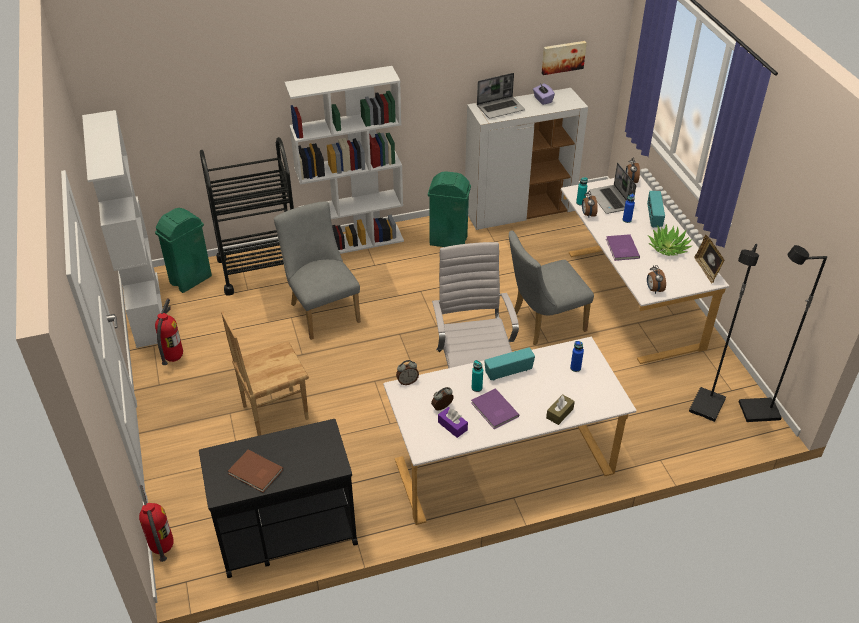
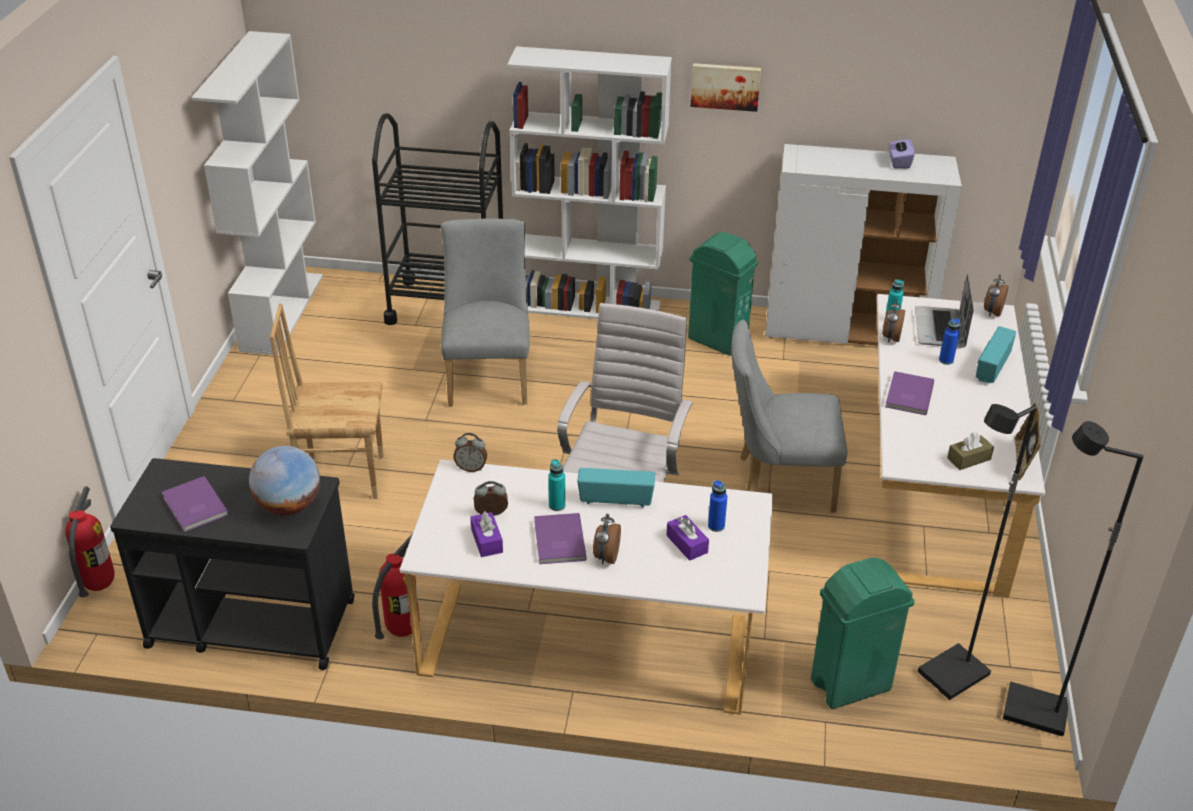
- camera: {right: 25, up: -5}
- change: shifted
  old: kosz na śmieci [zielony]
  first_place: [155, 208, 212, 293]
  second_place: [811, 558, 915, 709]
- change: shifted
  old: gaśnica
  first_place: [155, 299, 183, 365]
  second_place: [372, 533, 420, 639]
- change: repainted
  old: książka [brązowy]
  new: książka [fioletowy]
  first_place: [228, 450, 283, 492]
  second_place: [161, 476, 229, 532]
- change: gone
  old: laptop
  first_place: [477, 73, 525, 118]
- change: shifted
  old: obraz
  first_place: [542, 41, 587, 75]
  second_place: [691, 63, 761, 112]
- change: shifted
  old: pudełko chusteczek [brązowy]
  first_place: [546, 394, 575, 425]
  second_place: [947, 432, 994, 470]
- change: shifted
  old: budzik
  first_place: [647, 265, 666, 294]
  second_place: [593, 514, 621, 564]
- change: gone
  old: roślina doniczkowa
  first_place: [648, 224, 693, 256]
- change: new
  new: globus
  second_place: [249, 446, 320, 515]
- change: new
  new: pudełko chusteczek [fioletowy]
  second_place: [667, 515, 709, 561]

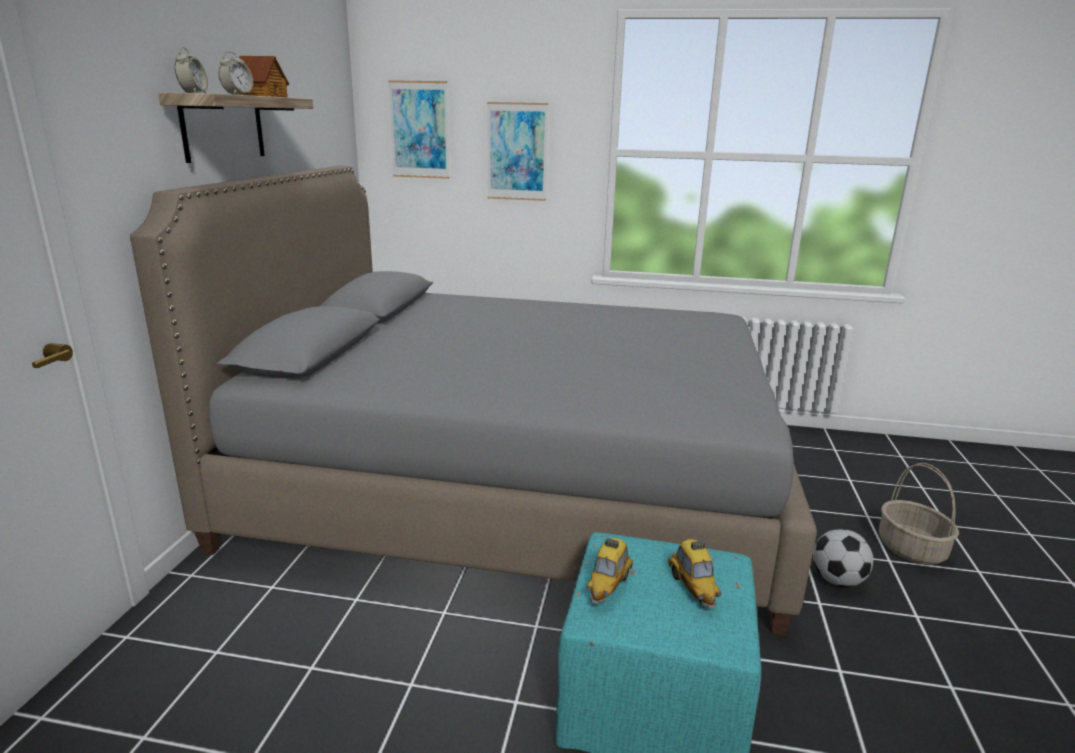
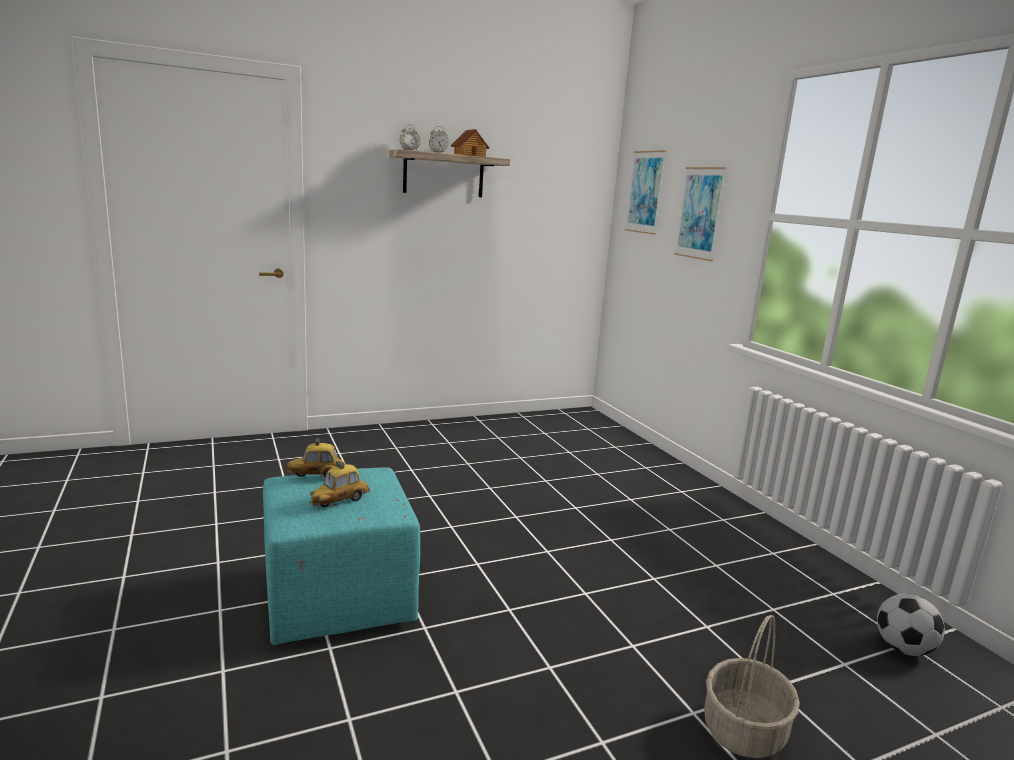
- camera: {right: 55, up: -5}
- change: gone
  old: łóżko [szary]
  first_place: [130, 166, 817, 636]
- change: shifted
  old: piłka futbolowa
  first_place: [813, 529, 873, 587]
  second_place: [877, 593, 945, 656]

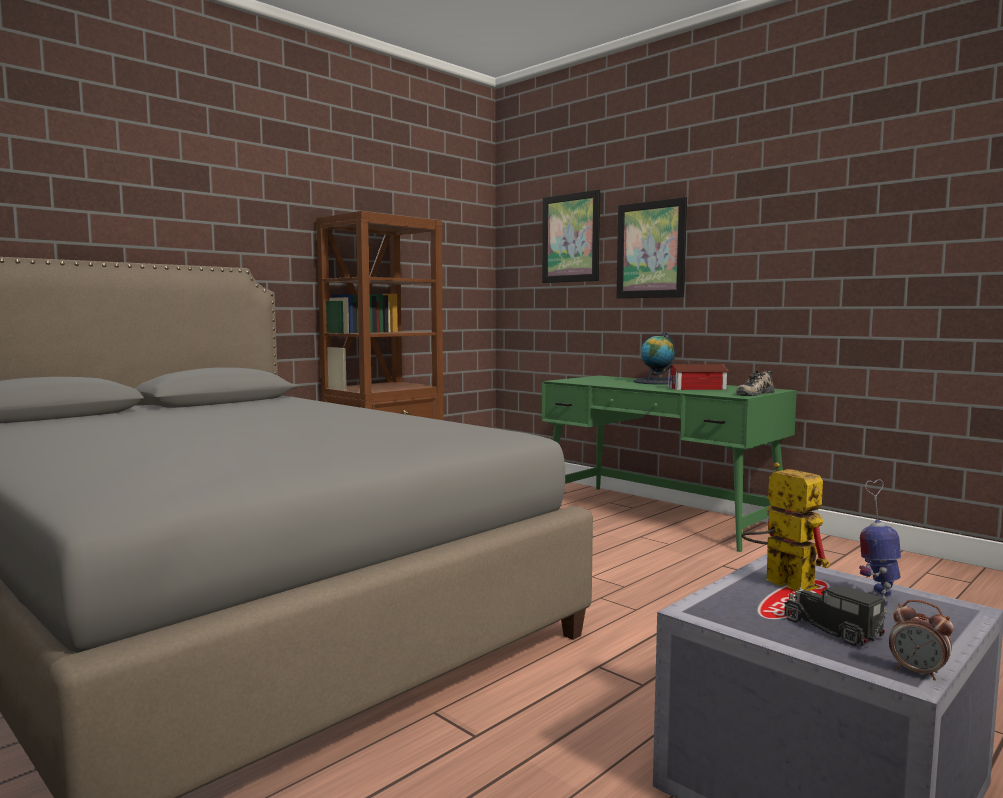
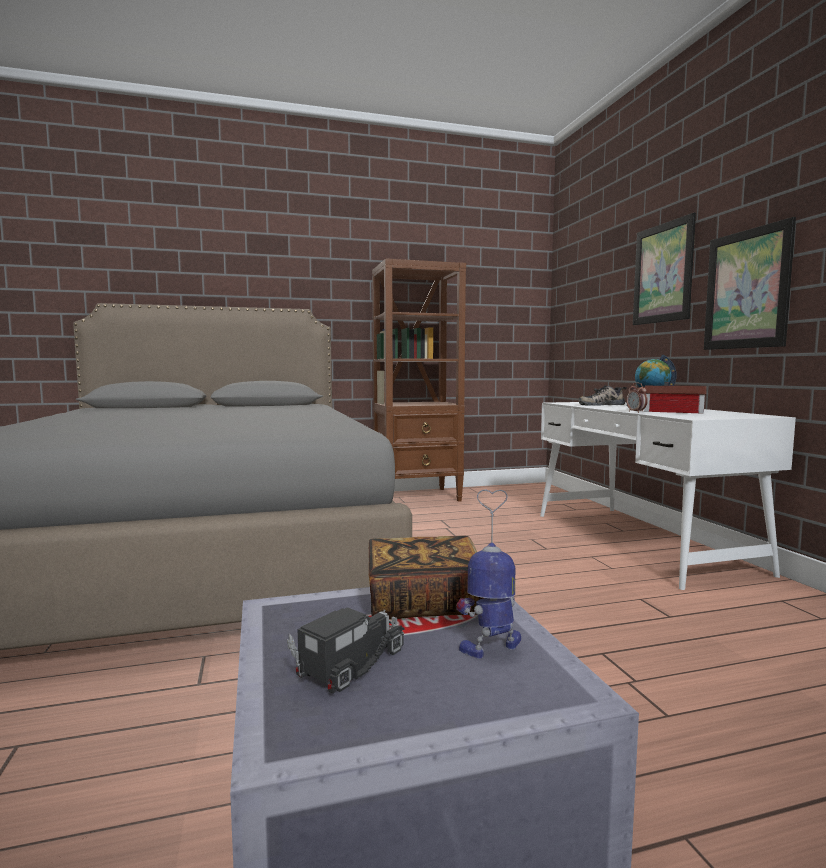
- camera: {right: 30, up: 0}
- change: shifted
  old: obraz
  first_place: [542, 190, 600, 283]
  second_place: [704, 217, 796, 350]
- change: repainted
  old: biurko [zielony]
  new: biurko [biały]
  first_place: [542, 376, 797, 552]
  second_place: [540, 402, 796, 590]
- change: shifted
  old: but
  first_place: [736, 370, 774, 396]
  second_place: [579, 385, 627, 406]
- change: swapped
  old: robot zabawkowy
  new: książka
  first_place: [741, 463, 830, 591]
  second_place: [369, 536, 484, 620]
- change: rotated
  old: ciężarówka zabawkowa
  first_place: [784, 585, 887, 646]
  second_place: [287, 607, 404, 694]
  degrees: 45
- change: shifted
  old: budzik
  first_place: [889, 600, 954, 680]
  second_place: [626, 383, 648, 413]

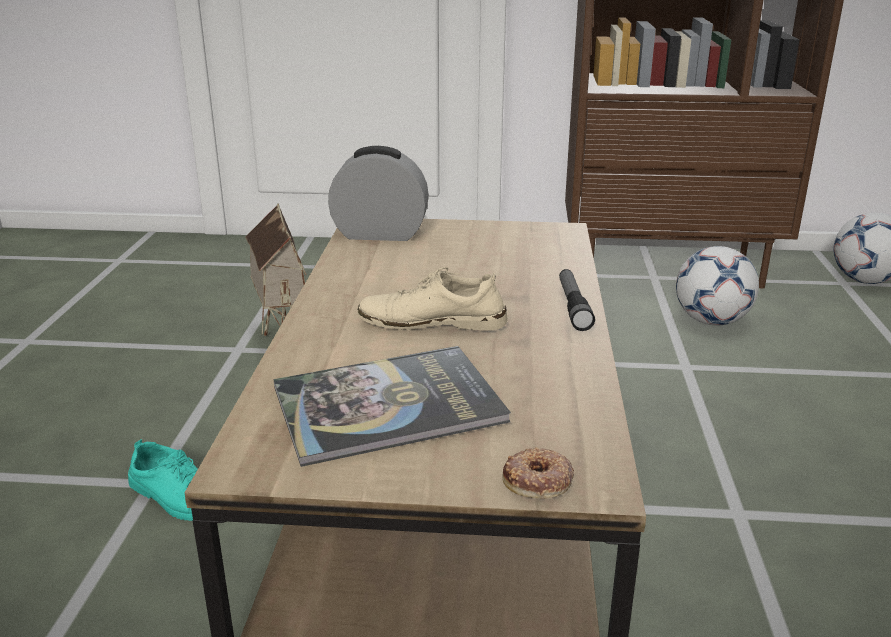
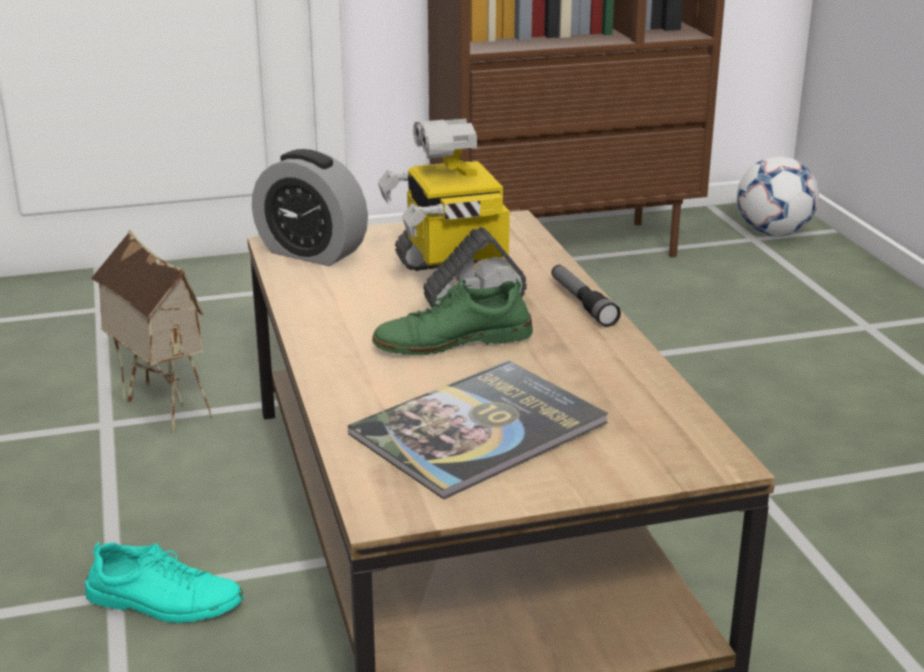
- camera: {right: -20, up: 0}
- change: rotated
  old: budzik
  first_place: [328, 146, 429, 241]
  second_place: [252, 149, 368, 266]
  degrees: -135
- change: repainted
  old: but [beżowy]
  new: but [zielony]
  first_place: [357, 267, 508, 331]
  second_place: [372, 279, 533, 355]
- change: gone
  old: donut
  first_place: [502, 447, 574, 498]
- change: gone
  old: piłka futbolowa
  first_place: [676, 246, 759, 326]
- change: new
  new: robot zabawkowy
  second_place: [378, 119, 527, 308]

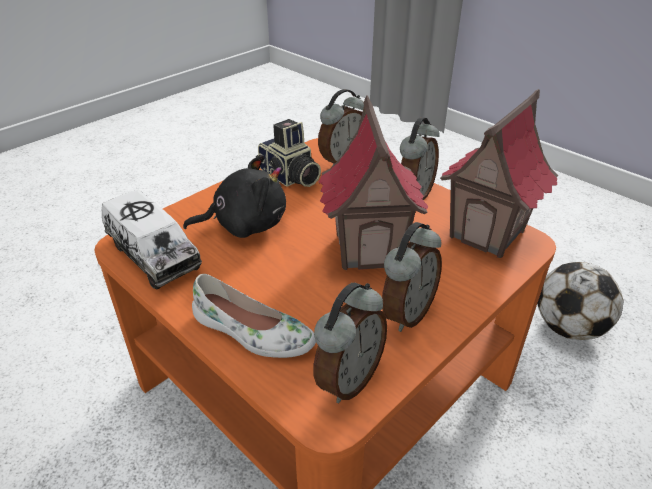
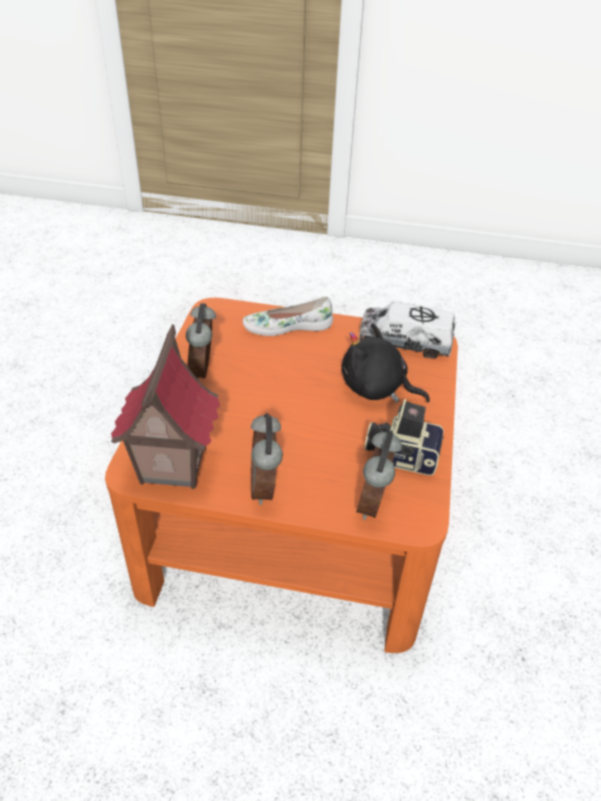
- camera: {right: 145, up: 5}
- change: rotated
  old: pluszak [czarny]
  first_place: [183, 155, 286, 238]
  second_place: [341, 323, 430, 403]
  degrees: 75
- change: gone
  old: budzik
  first_place: [314, 282, 387, 403]
- change: gone
  old: domek
  first_place: [319, 95, 428, 270]
- change: gone
  old: piłka futbolowa
  first_place: [537, 262, 623, 340]

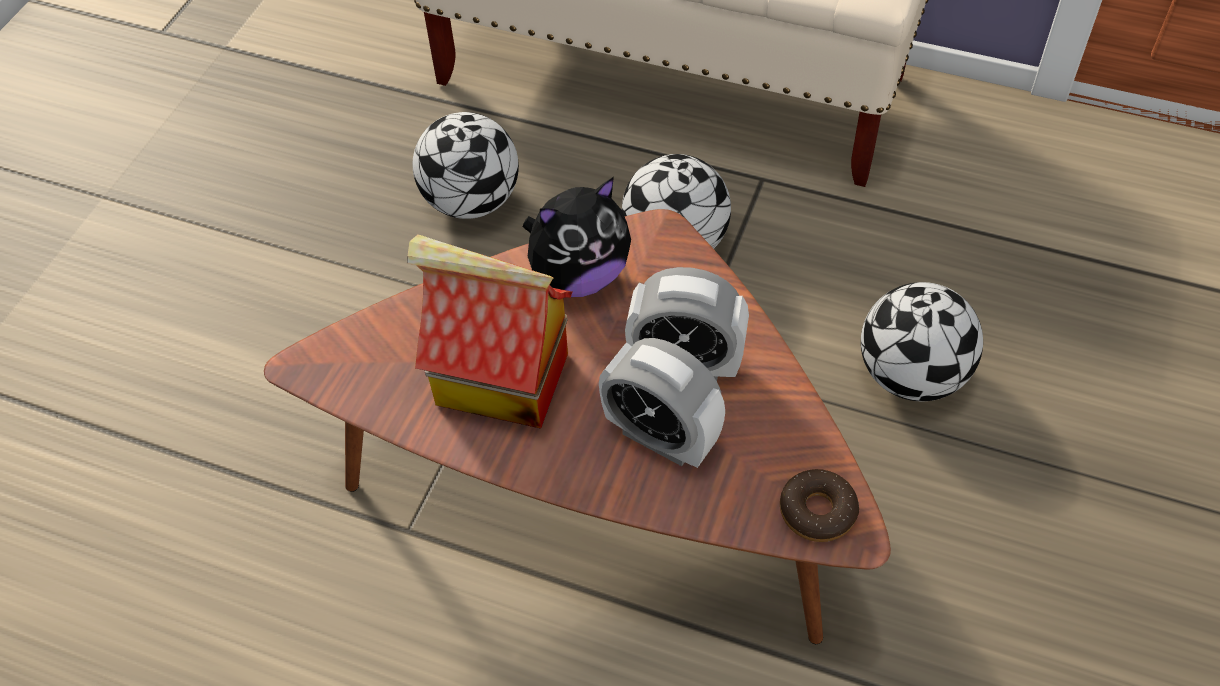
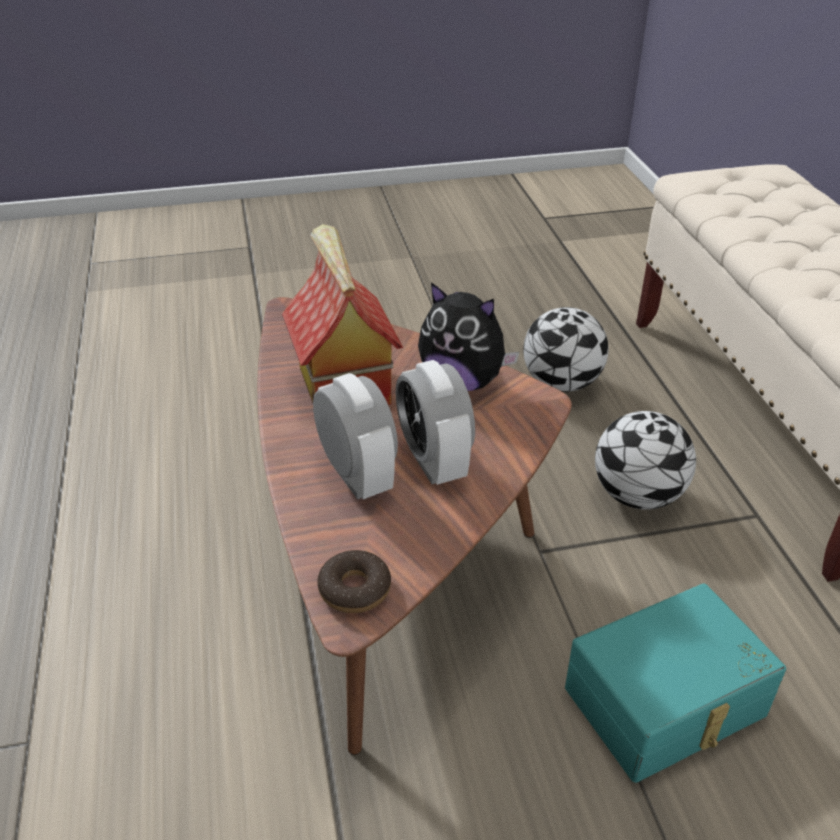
- camera: {right: 55, up: -15}
- change: rotated
  old: budzik
  first_place: [599, 338, 725, 468]
  second_place: [313, 373, 398, 499]
  degrees: 150
- change: swapped
  old: piłka futbolowa
  new: pojemnik do przechowywania [turkusowy]
  first_place: [861, 282, 983, 401]
  second_place: [565, 583, 786, 783]

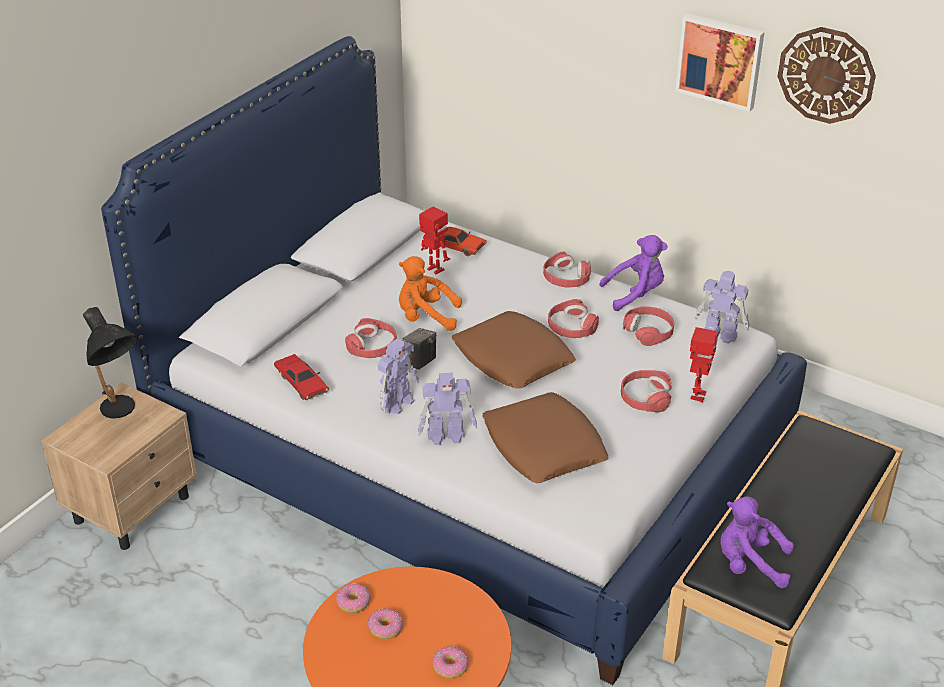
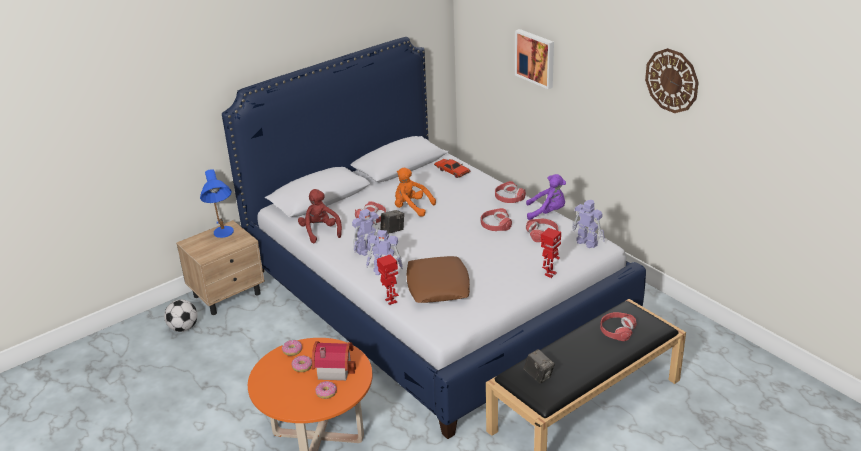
- camera: {right: 20, up: -5}
- change: repainted
  old: lampa stołowa [czarny]
  new: lampa stołowa [niebieski]
  first_place: [83, 307, 138, 419]
  second_place: [200, 169, 234, 238]
- change: swapped
  old: samochodzik [czerwony]
  new: pluszak [czerwony]
  first_place: [274, 354, 329, 400]
  second_place: [298, 189, 342, 243]
- change: shifted
  old: robot zabawkowy
  first_place: [419, 206, 450, 274]
  second_place: [377, 255, 399, 305]
- change: gone
  old: poduszka [brązowy]
  first_place: [452, 311, 576, 389]
- change: shifted
  old: słuchawki [czerwony]
  first_place: [621, 370, 672, 412]
  second_place: [600, 312, 637, 341]
- change: shifted
  old: obraz
  first_place: [675, 13, 764, 112]
  second_place: [515, 29, 554, 89]
- change: swapped
  old: pluszak [fioletowy]
  new: aparat fotograficzny
  first_place: [721, 497, 794, 588]
  second_place: [524, 349, 555, 384]
- change: new
  new: piłka futbolowa
  second_place: [164, 299, 198, 332]
- change: new
  new: domek
  second_place: [312, 341, 356, 381]

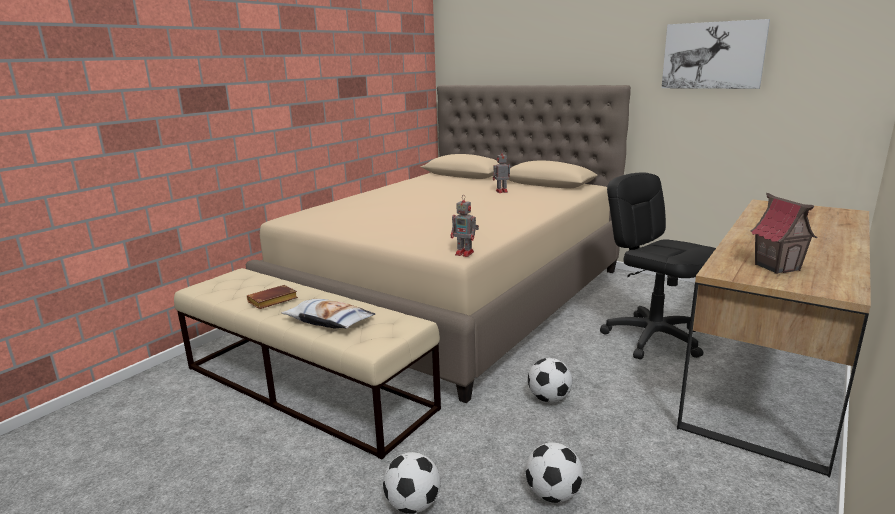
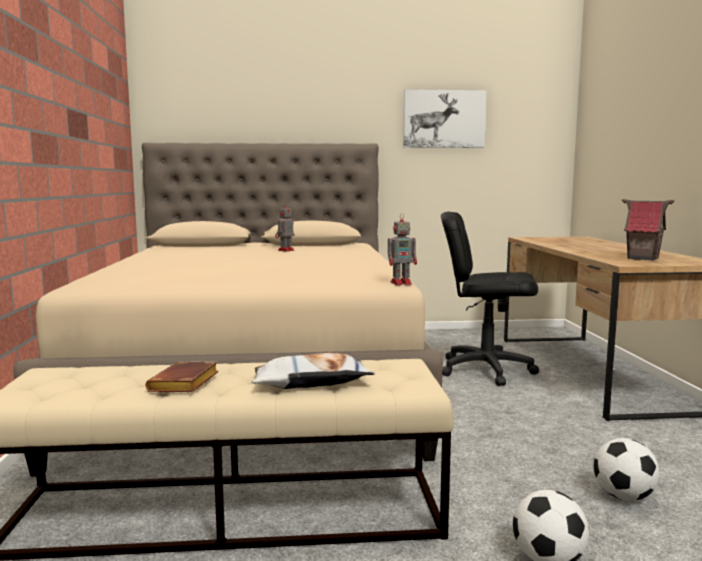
- camera: {right: -40, up: -10}
- change: gone
  old: piłka futbolowa
  first_place: [528, 358, 572, 403]

